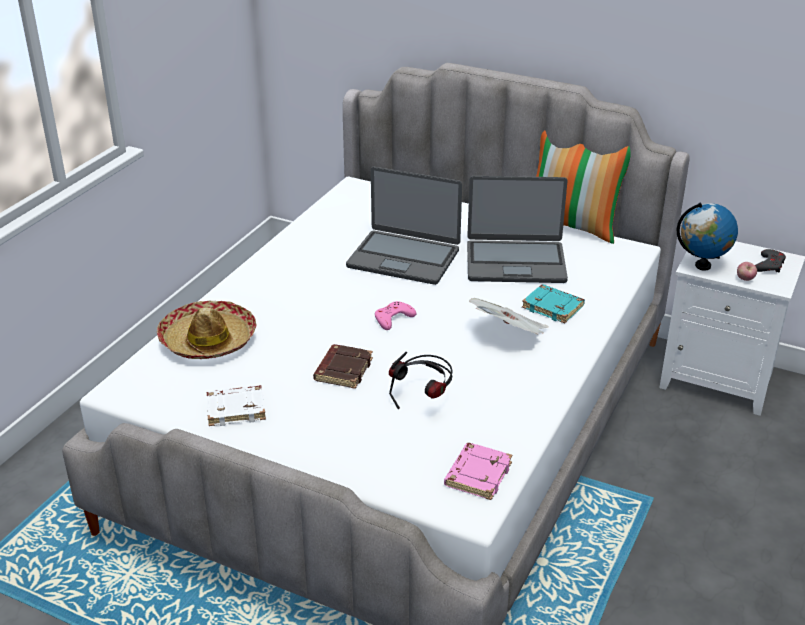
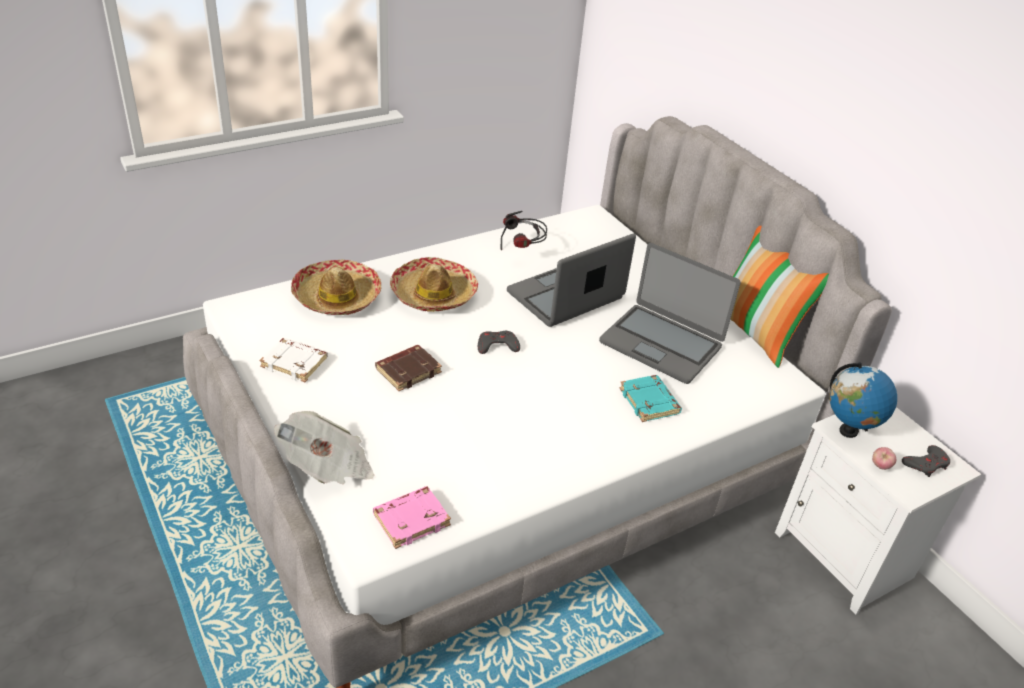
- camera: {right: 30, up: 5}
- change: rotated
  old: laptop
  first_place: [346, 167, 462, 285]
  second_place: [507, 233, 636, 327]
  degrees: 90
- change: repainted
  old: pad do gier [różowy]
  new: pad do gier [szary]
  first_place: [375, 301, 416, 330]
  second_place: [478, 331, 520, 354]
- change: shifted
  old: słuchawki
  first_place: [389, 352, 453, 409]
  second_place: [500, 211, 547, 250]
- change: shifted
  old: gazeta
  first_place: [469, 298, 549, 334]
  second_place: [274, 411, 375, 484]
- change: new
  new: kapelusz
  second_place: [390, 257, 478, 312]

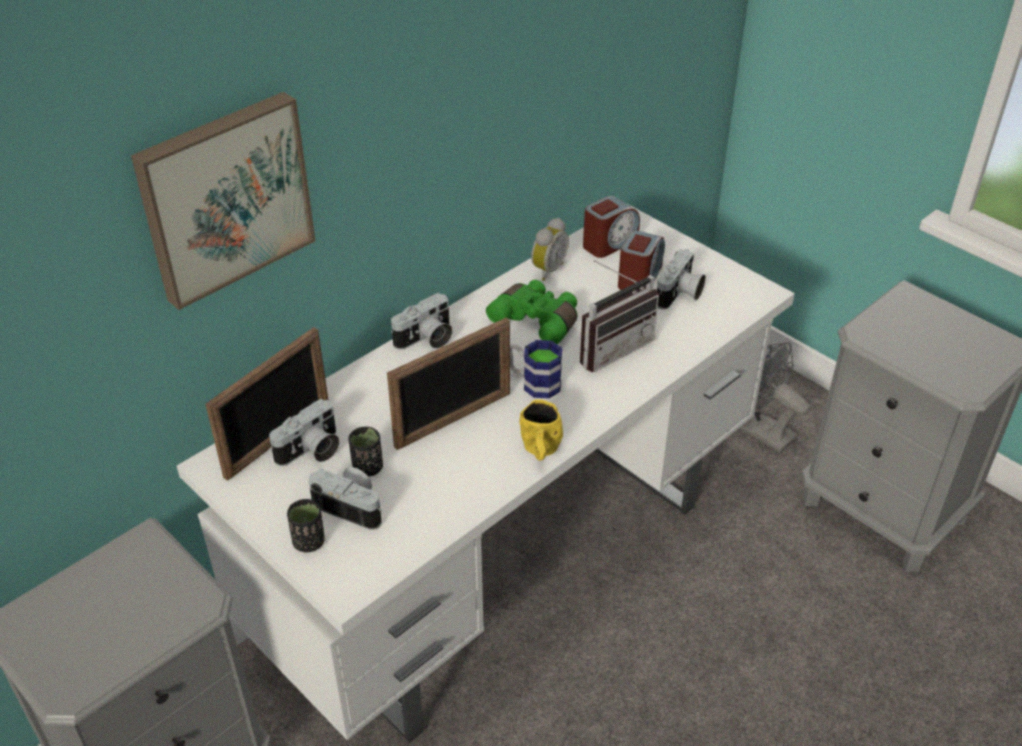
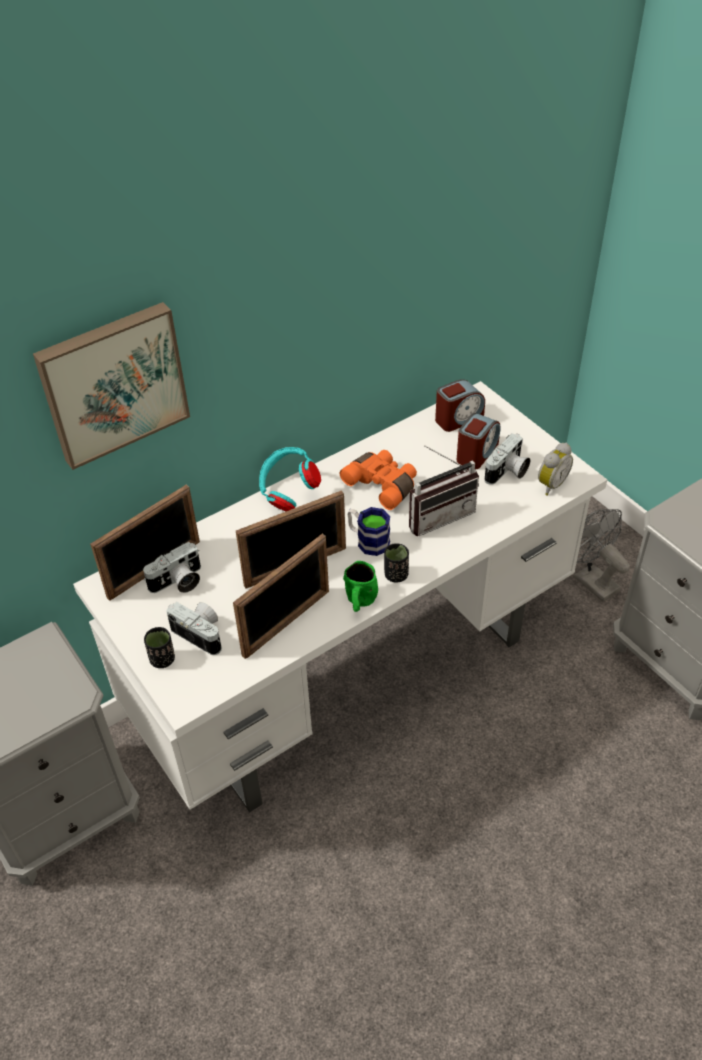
- camera: {right: 10, up: 5}
- change: shifted
  old: filiżanka [czarny]
  first_place: [349, 427, 383, 477]
  second_place: [384, 543, 409, 583]
- change: swapped
  old: aparat fotograficzny
  new: słuchawki [turkusowy]
  first_place: [391, 293, 453, 350]
  second_place: [259, 447, 321, 512]
- change: repainted
  old: lornetka [zielony]
  new: lornetka [pomarańczowy]
  first_place: [486, 280, 577, 345]
  second_place: [340, 450, 417, 510]
- change: repainted
  old: kubek [żółty]
  new: kubek [zielony]
  first_place: [520, 400, 563, 461]
  second_place: [343, 561, 378, 612]
- change: shifted
  old: budzik
  first_place: [531, 218, 569, 281]
  second_place: [538, 443, 573, 496]
- change: new
  new: ramka na zdjęcie
  second_place: [233, 534, 329, 659]

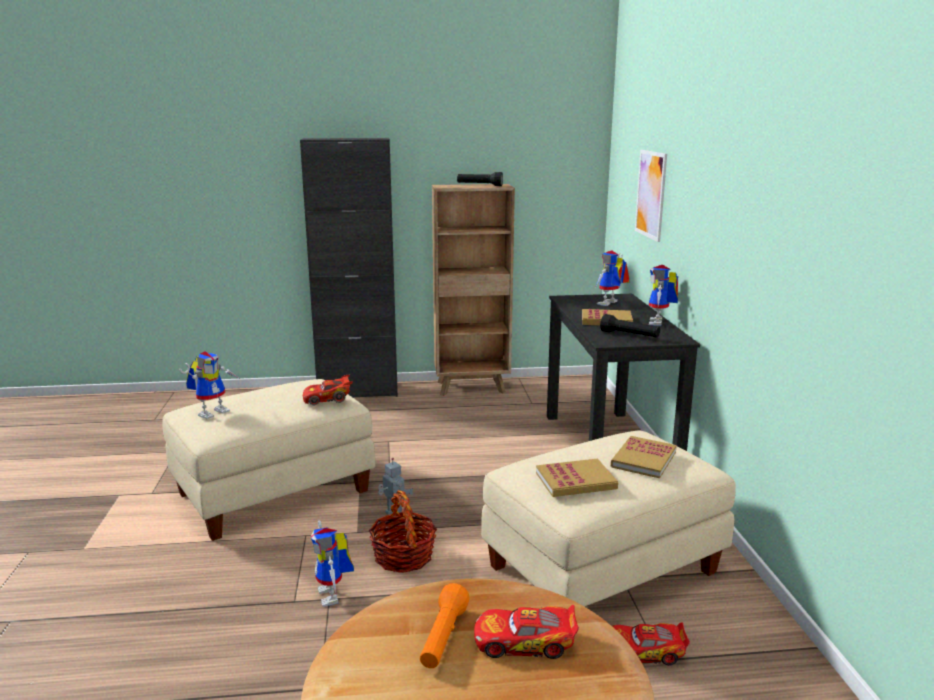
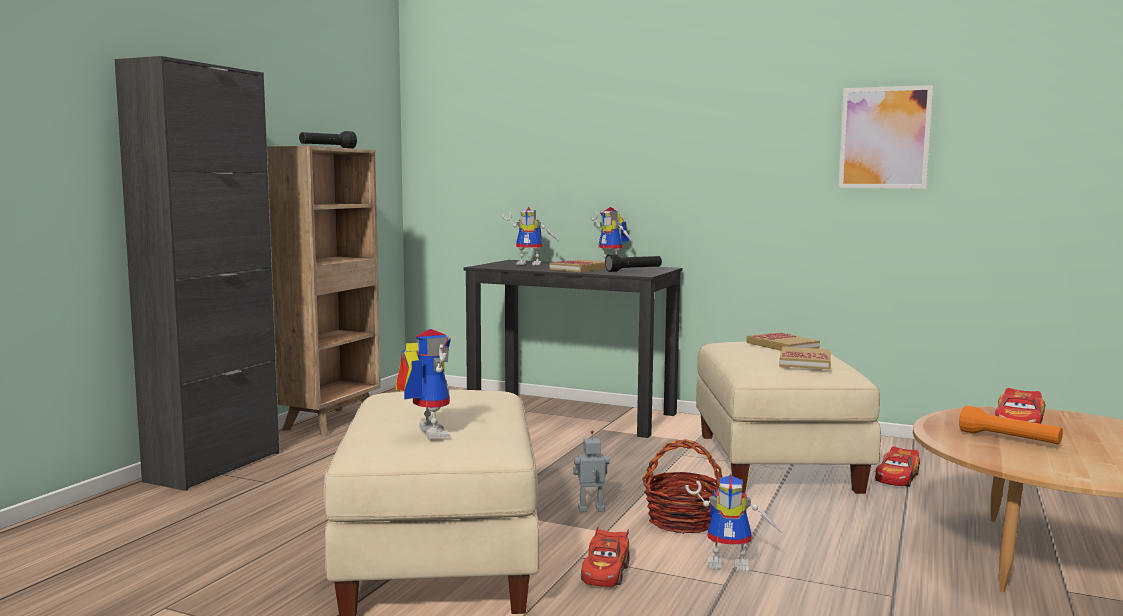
- camera: {right: -60, up: -10}
- change: shifted
  old: samochodzik [czerwony]
  first_place: [303, 374, 353, 405]
  second_place: [581, 526, 630, 587]
- change: rotated
  old: robot zabawkowy
  first_place: [595, 250, 630, 306]
  second_place: [502, 206, 559, 265]
  degrees: -60
- change: shifted
  old: obraz
  first_place: [635, 150, 667, 242]
  second_place: [838, 85, 933, 189]

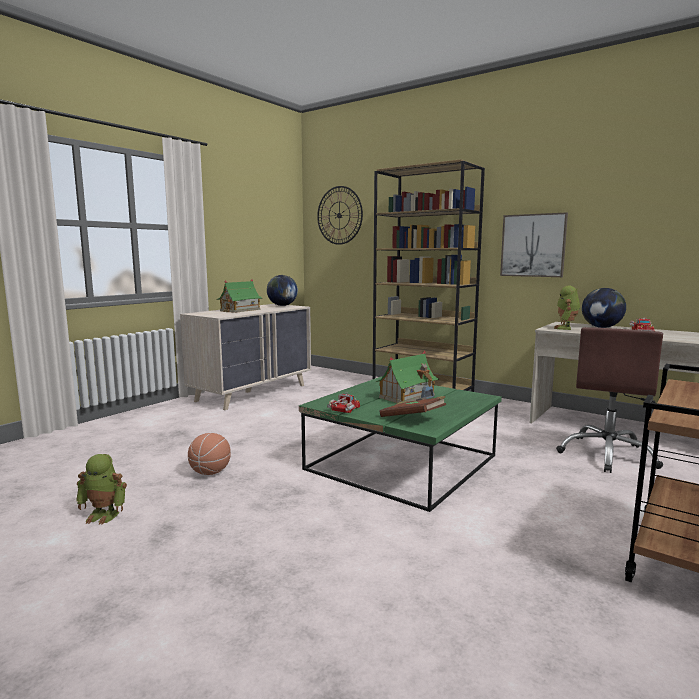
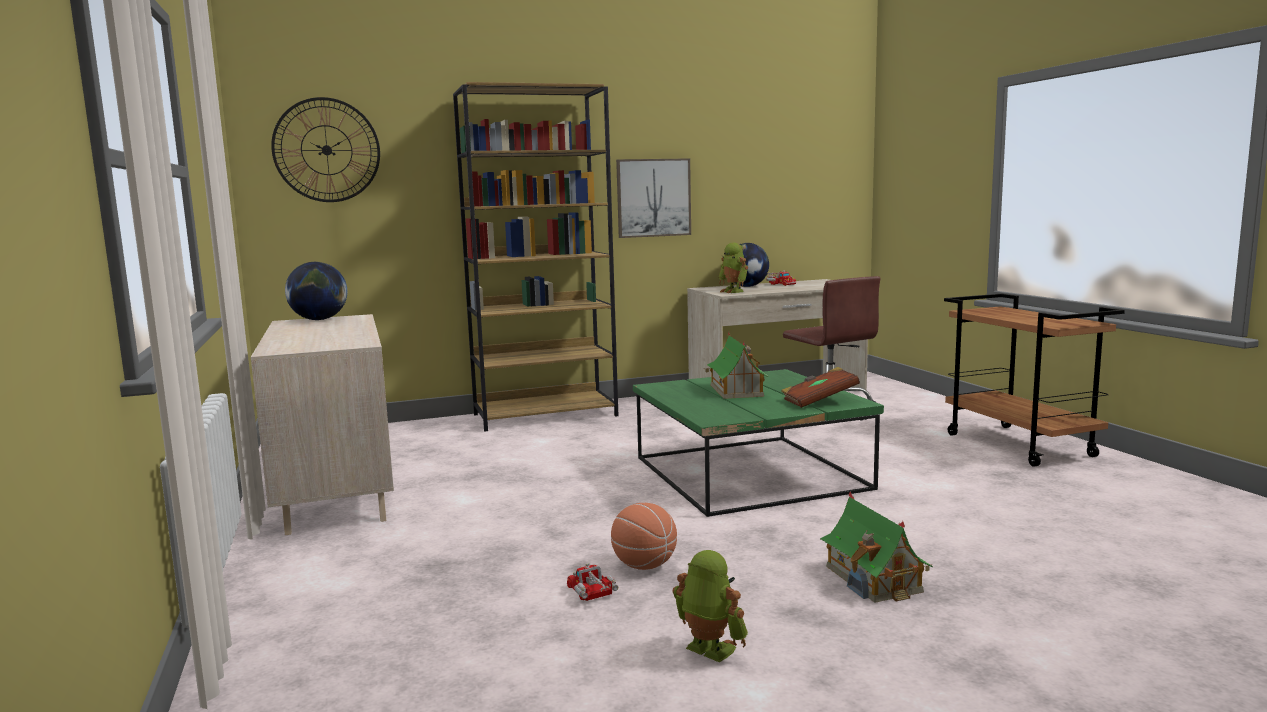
- camera: {right: -55, up: 0}
- change: rotated
  old: robot zabawkowy
  first_place: [76, 454, 127, 525]
  second_place: [672, 550, 748, 662]
  degrees: -90
- change: shifted
  old: domek
  first_place: [216, 279, 263, 313]
  second_place: [820, 491, 933, 603]
- change: shifted
  old: ciężarówka zabawkowa
  first_place: [327, 392, 360, 413]
  second_place: [567, 563, 619, 601]

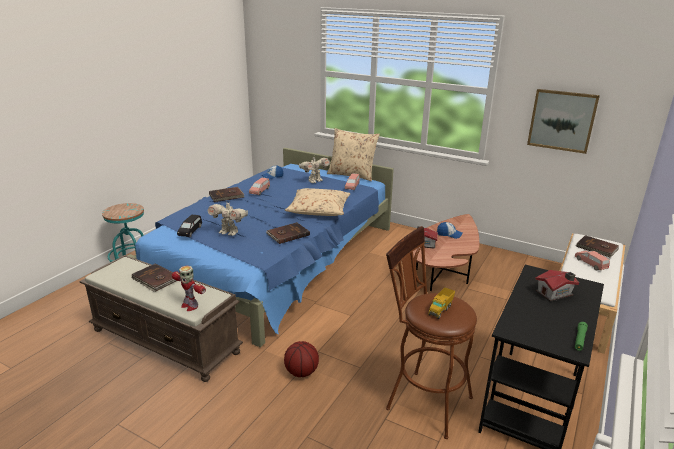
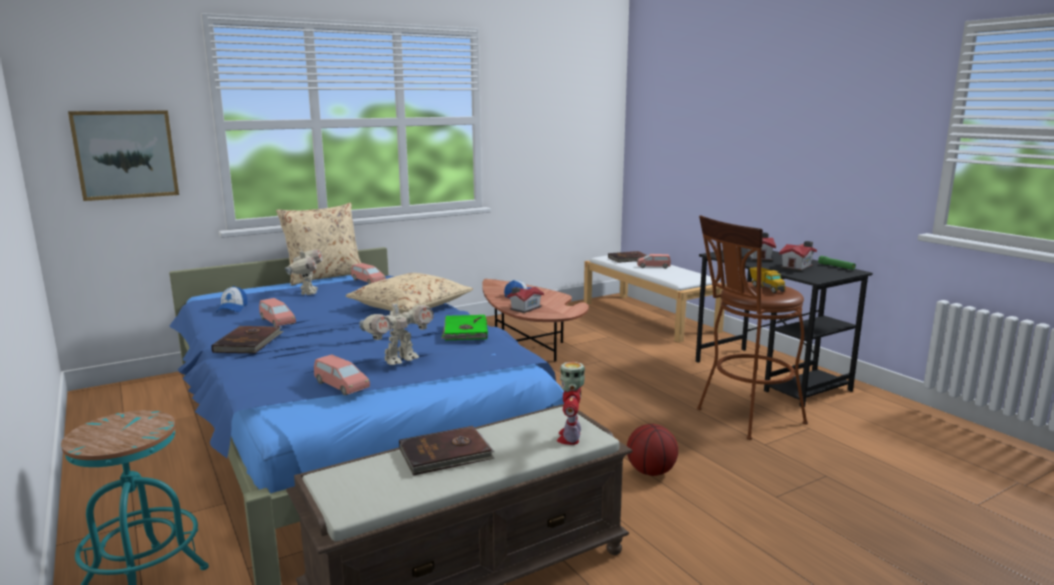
- camera: {right: -60, up: -10}
- change: rotated
  old: robot zabawkowy
  first_place: [172, 266, 206, 311]
  second_place: [557, 362, 585, 445]
  degrees: 120
- change: repainted
  old: samochodzik [czarny]
  new: samochodzik [różowy]
  first_place: [177, 215, 202, 237]
  second_place: [314, 355, 370, 396]
- change: repainted
  old: książka [brązowy]
  new: książka [zielony]
  first_place: [266, 222, 310, 244]
  second_place: [441, 315, 488, 340]
- change: shifted
  old: obraz
  first_place: [527, 89, 600, 154]
  second_place: [68, 110, 179, 201]
- change: new
  new: domek
  second_place: [779, 241, 817, 271]

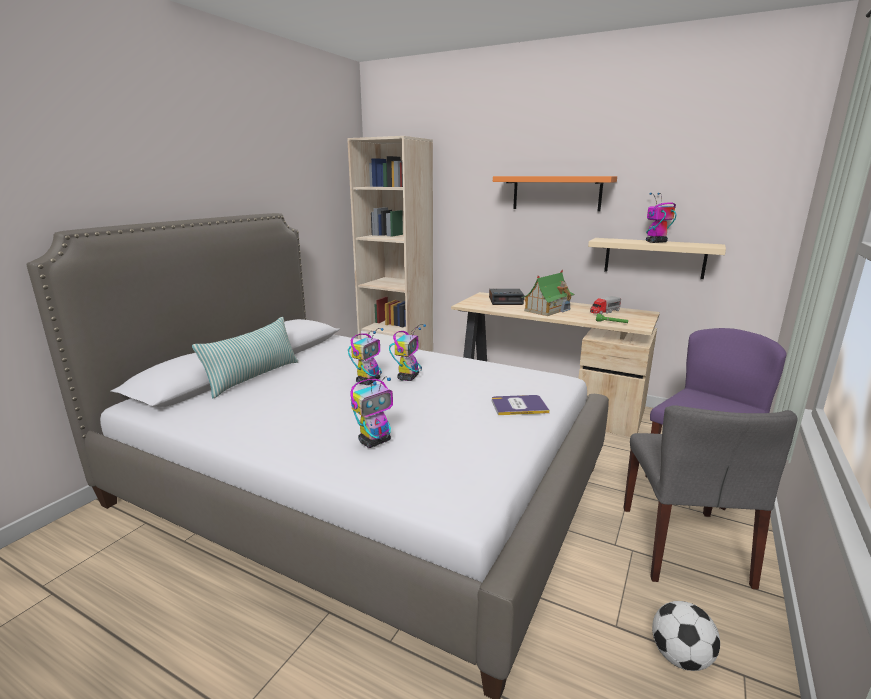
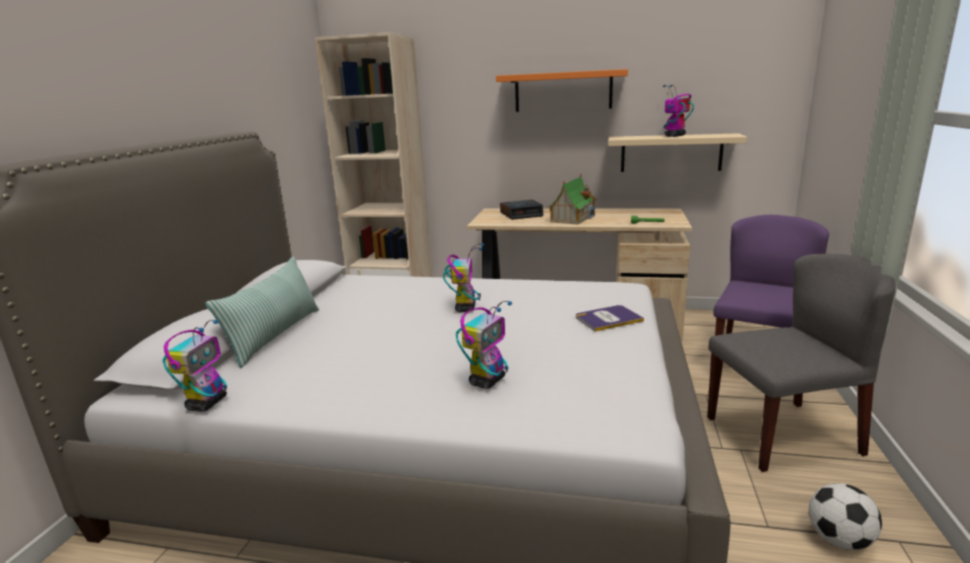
- camera: {right: -15, up: 0}
- change: shifted
  old: robot zabawkowy
  first_place: [348, 328, 384, 385]
  second_place: [163, 320, 227, 412]
- change: gone
  old: ciężarówka zabawkowa
  first_place: [590, 296, 621, 314]
- change: rotated
  old: krzesło [szary]
  first_place: [624, 405, 798, 589]
  second_place: [707, 254, 895, 472]
  degrees: -90

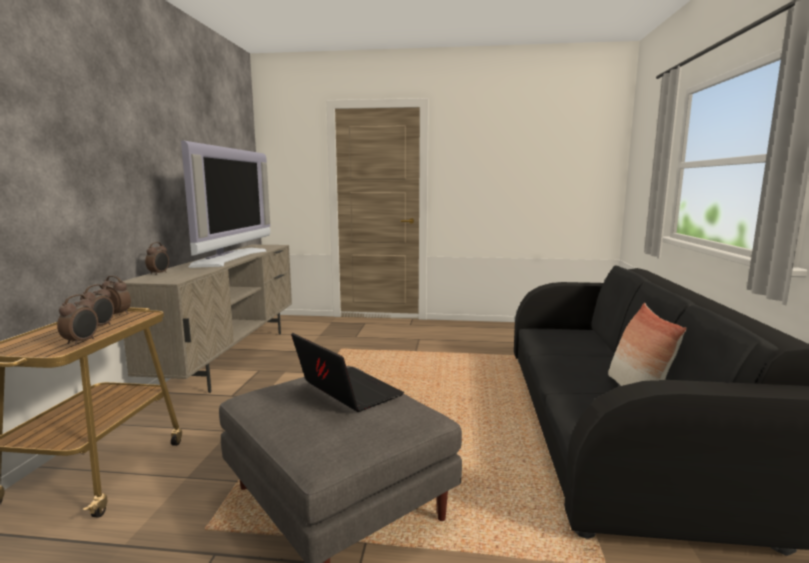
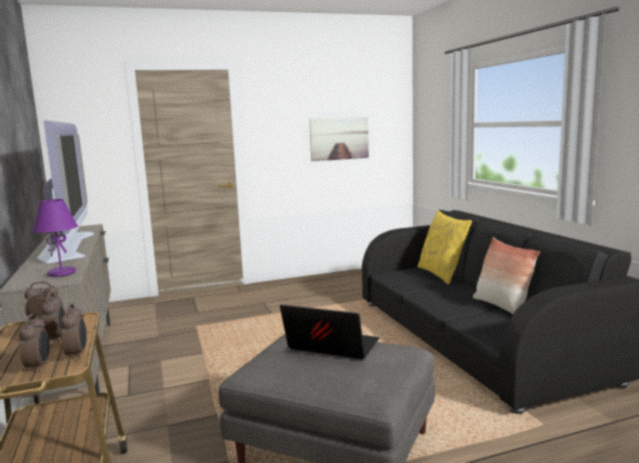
- camera: {right: -25, up: 0}
- change: shifted
  old: budzik
  first_place: [145, 242, 169, 275]
  second_place: [19, 314, 49, 372]
- change: new
  new: lampa stołowa [fioletowy]
  second_place: [32, 199, 78, 277]
- change: new
  new: obraz
  second_place: [310, 117, 369, 161]
- change: new
  new: poduszka [żółty]
  second_place: [417, 211, 472, 284]

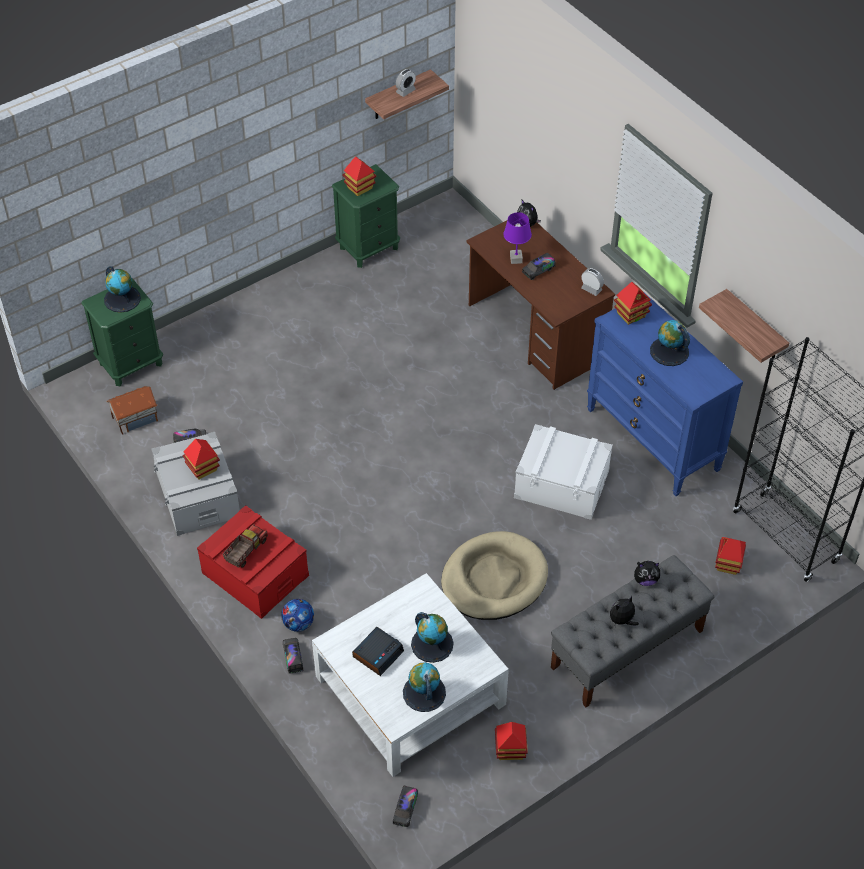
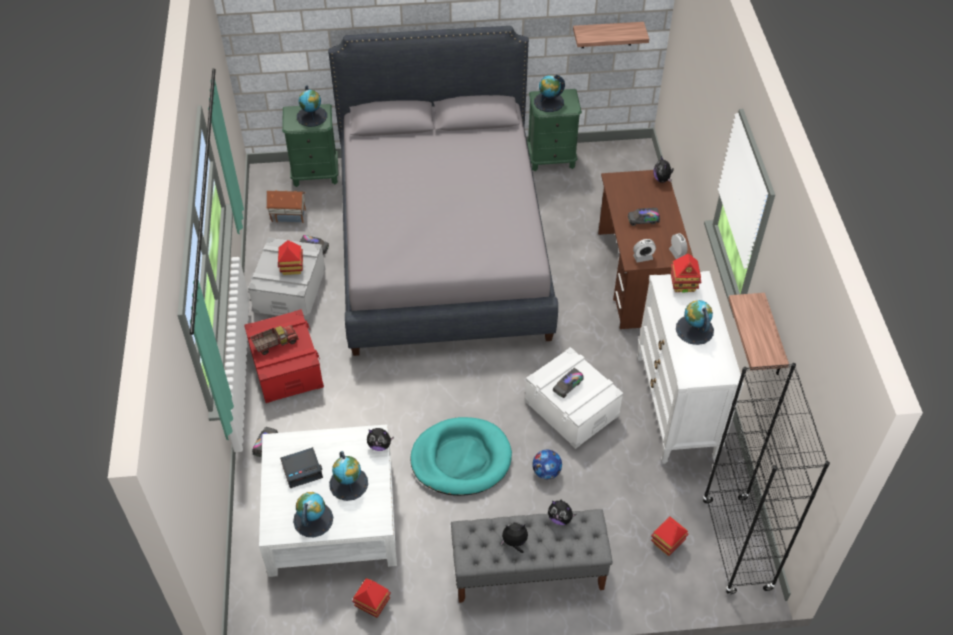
- camera: {right: 30, up: 0}
- change: shifted
  old: piłka futbolowa
  first_place: [281, 599, 314, 632]
  second_place: [532, 450, 562, 479]
- change: swapped
  old: domek
  new: globus
  first_place: [342, 156, 376, 196]
  second_place: [534, 74, 565, 112]
- change: shifted
  old: ciężarówka zabawkowa
  first_place: [392, 786, 418, 827]
  second_place: [553, 368, 584, 398]
- change: shifted
  old: budzik
  first_place: [396, 69, 416, 97]
  second_place: [633, 239, 656, 263]
- change: repainted
  old: legowisko [beżowy]
  new: legowisko [turkusowy]
  first_place: [441, 531, 548, 620]
  second_place: [410, 417, 512, 496]
- change: gone
  old: lampa stołowa [fioletowy]
  first_place: [503, 212, 532, 264]
- change: repainted
  old: komoda [niebieski]
  new: komoda [biały]
  first_place: [587, 294, 743, 496]
  second_place: [637, 271, 744, 464]
- change: new
  new: łóżko [szary]
  second_place: [328, 26, 558, 356]
- change: new
  new: pluszak
  second_place: [367, 428, 394, 451]

